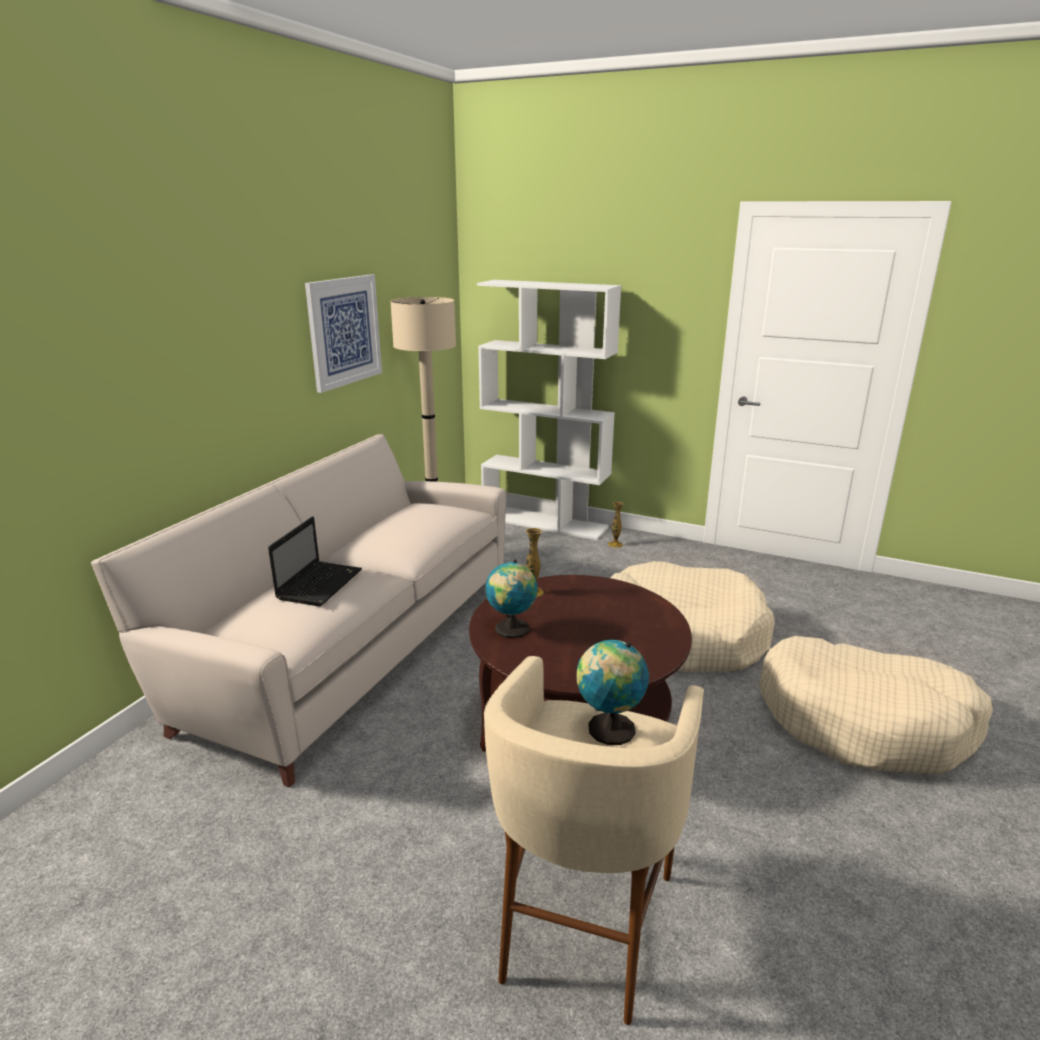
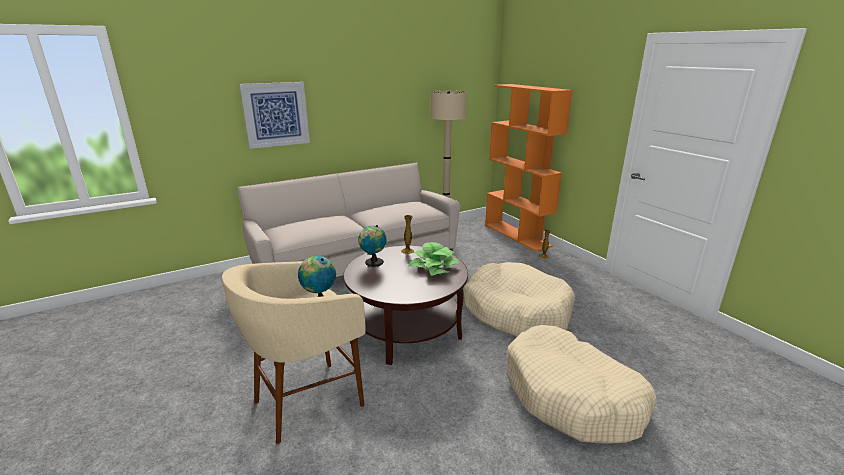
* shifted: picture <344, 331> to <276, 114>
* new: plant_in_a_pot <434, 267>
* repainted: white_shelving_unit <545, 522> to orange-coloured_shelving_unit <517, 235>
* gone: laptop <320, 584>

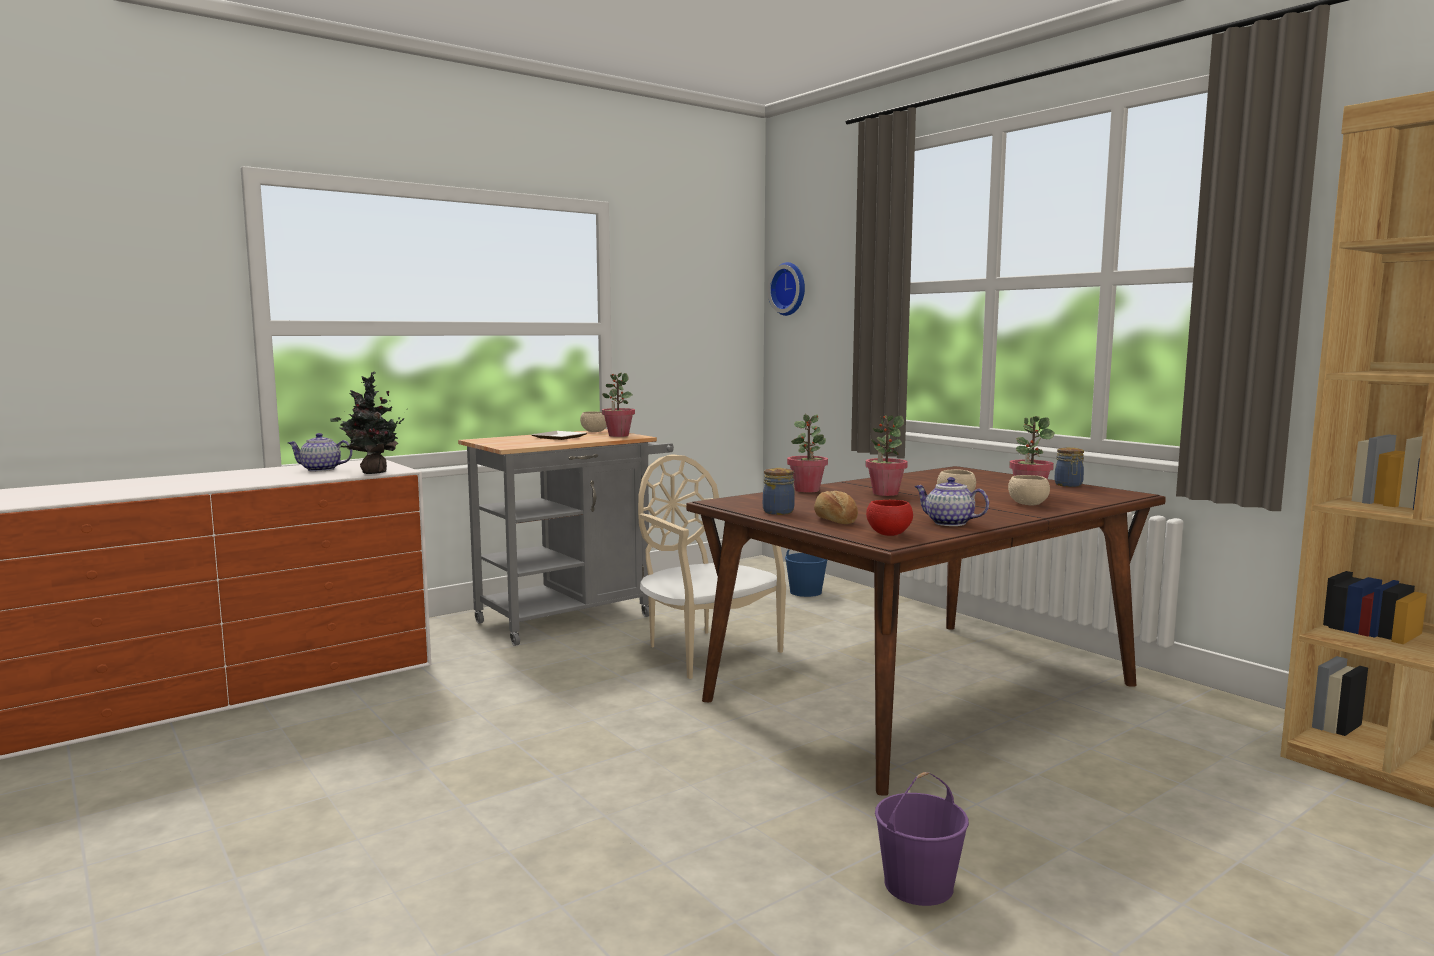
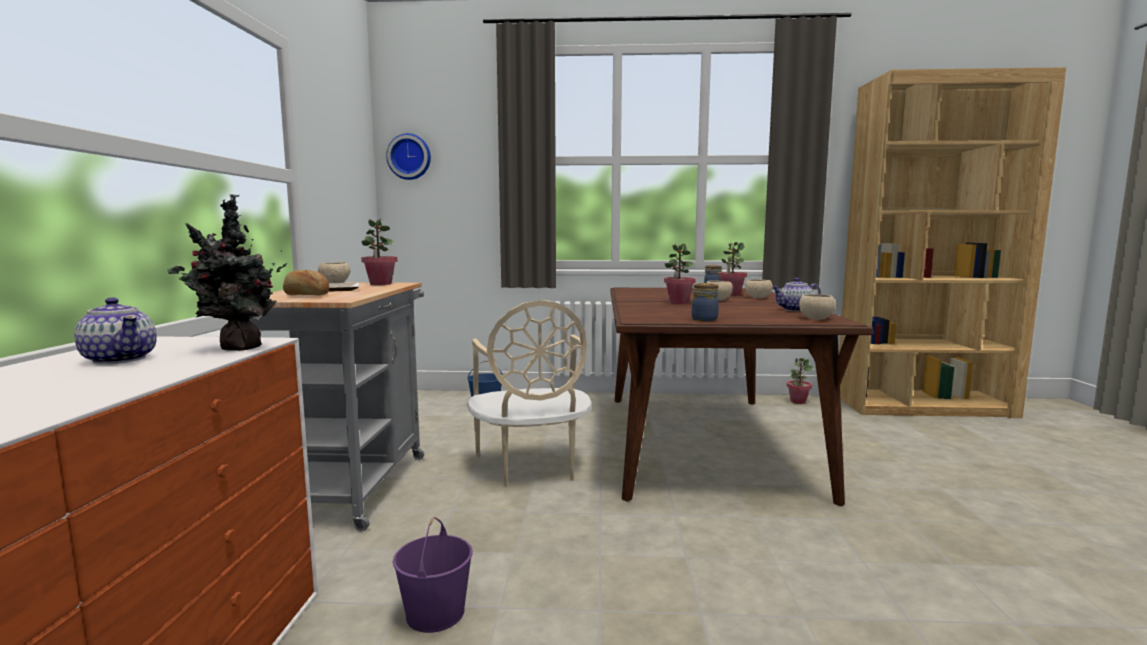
* rotated: pot_for_tea <321, 469> = <120, 359> 90 degrees counterclockwise
* shifted: baked_bread <835, 521> to <306, 295>
* shifted: purplish_pail <918, 885> to <435, 614>
* rotated: beige_chair <706, 650> = <531, 466> 105 degrees counterclockwise
* shifted: plant_in_a_pot <807, 490> to <798, 401>
* repainted: red-coloured_deep_dish <889, 534> to beige_deep_dish <816, 319>

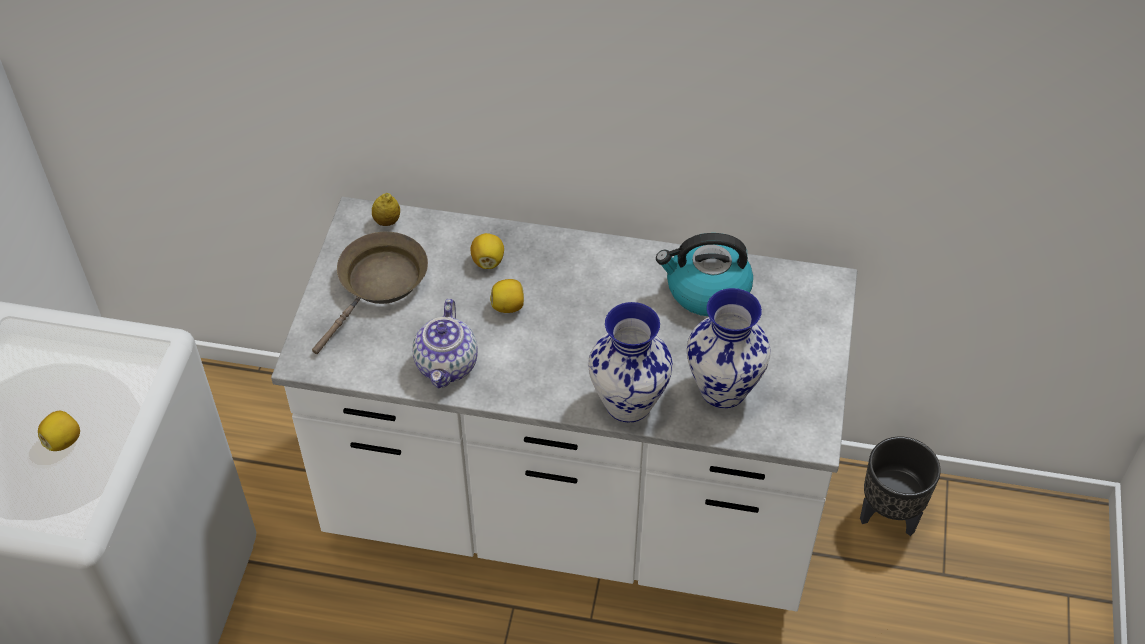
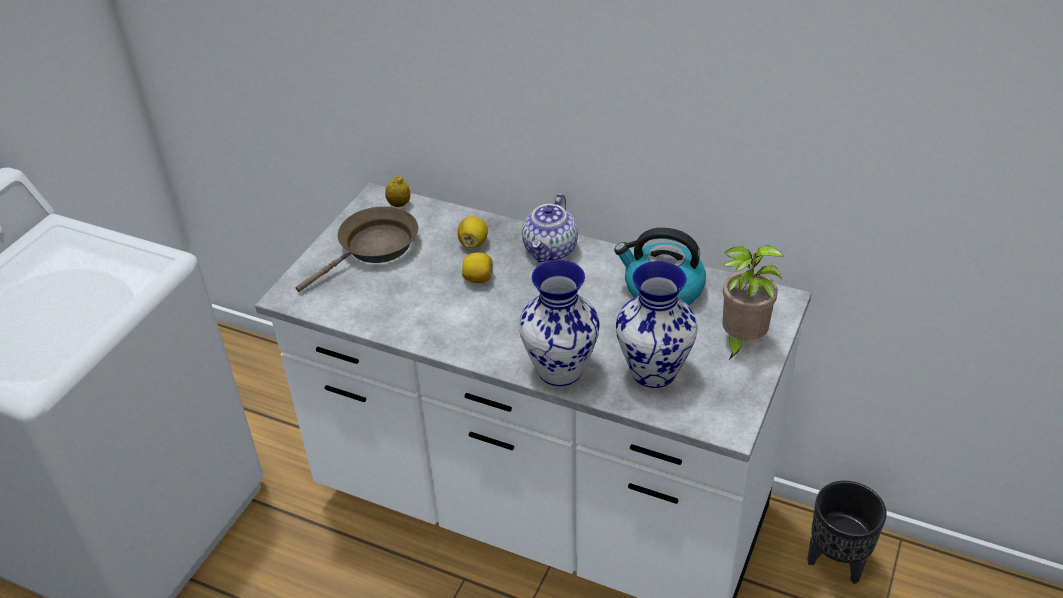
* shifted: pot_for_tea <447, 365> to <551, 250>
* new: plant_in_a_pot <741, 341>
* gone: whole_lemon <64, 440>

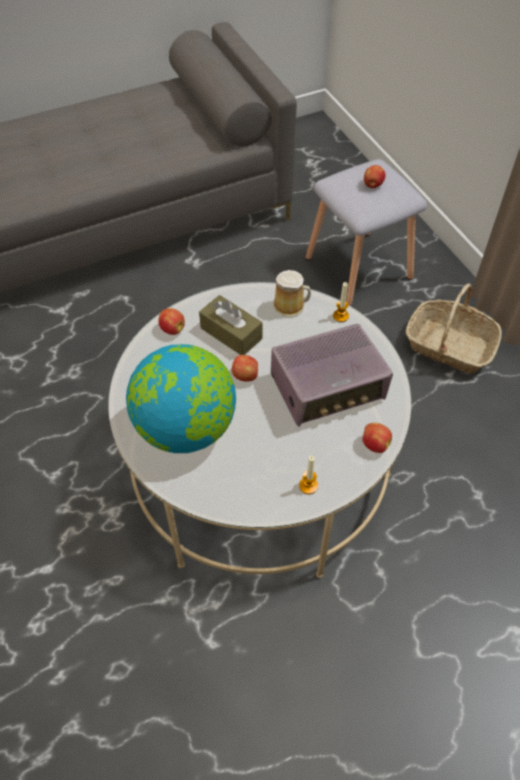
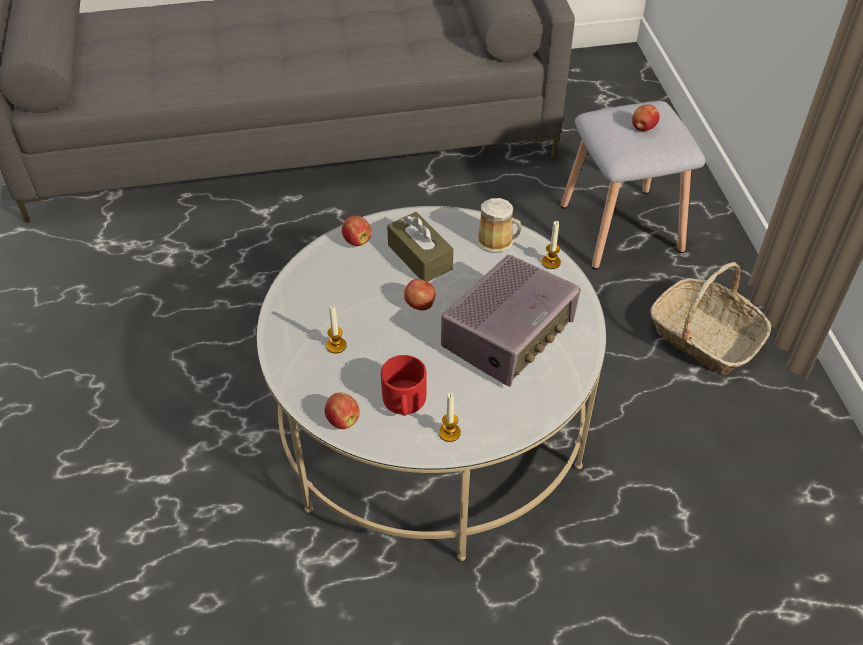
* shifted: whole_apple <374, 444> to <342, 419>
* swapped: world_globe <186, 429> to candle <336, 345>
* new: red-coloured_mug <404, 402>
* rotated: radio <328, 388> = <509, 335> 45 degrees counterclockwise

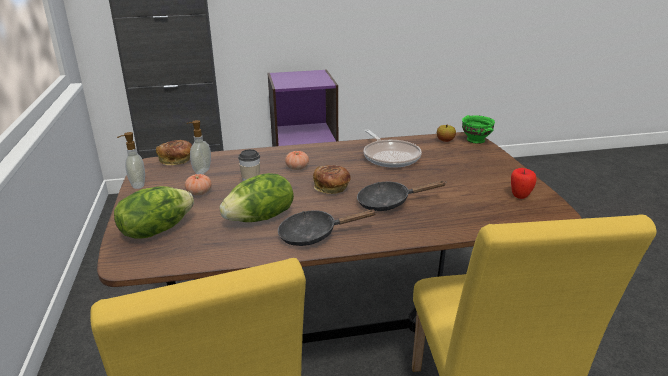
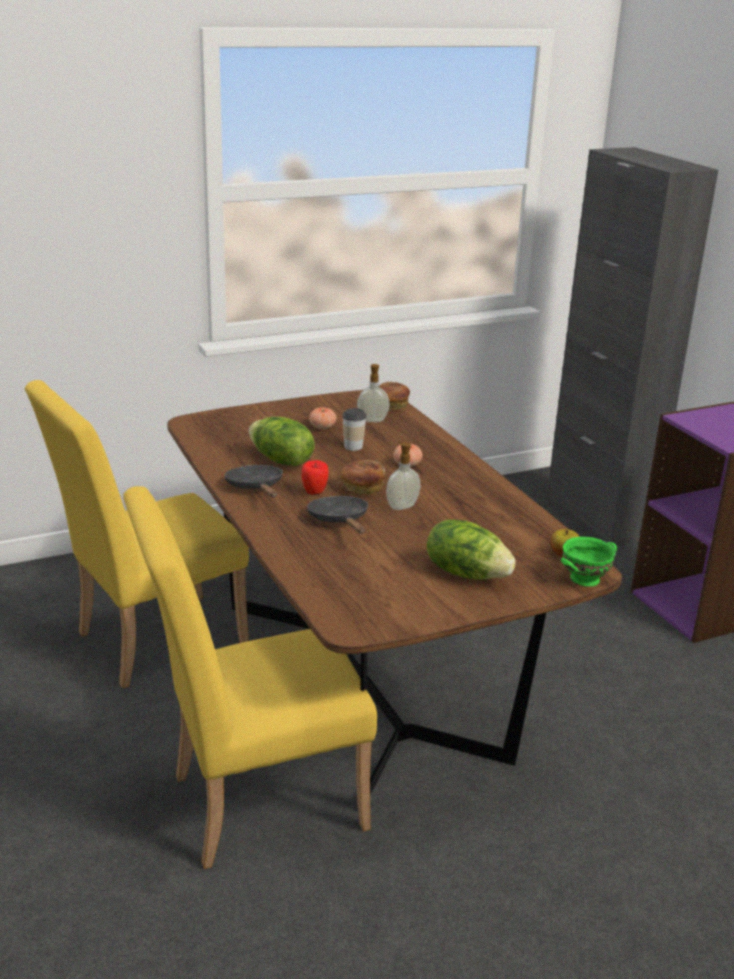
* shifted: whole_apple <520, 196> to <314, 492>
* shifted: soap_bottle <137, 185> to <401, 506>
* shifted: lettuce_head <156, 230> to <466, 573>
* gone: skillet <390, 156>

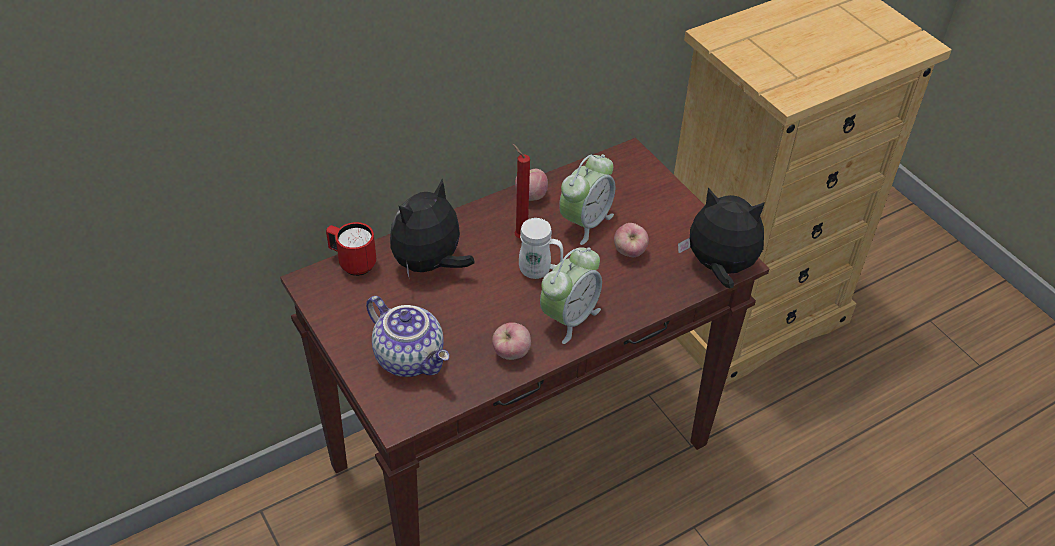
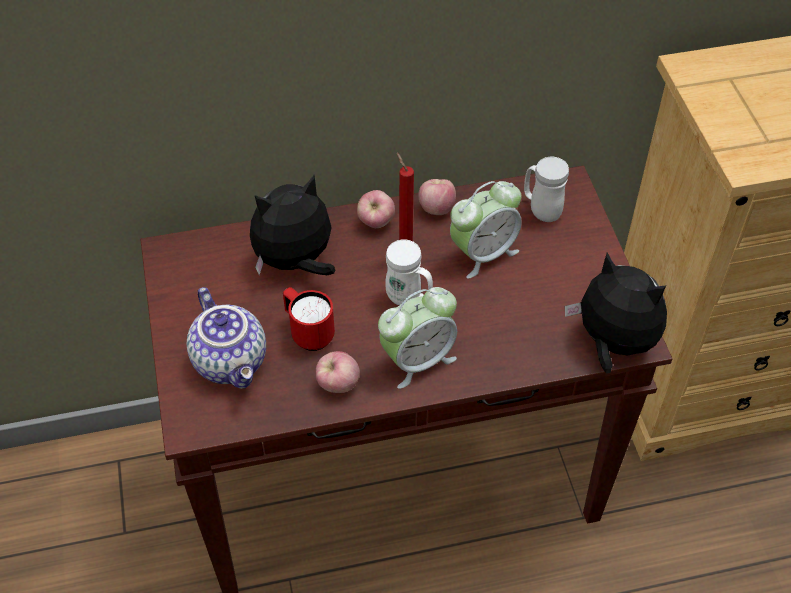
* shifted: red-coloured_mug <352, 263> to <308, 333>
* shifted: whole_apple <629, 253> to <376, 222>
* new: white_mug <541, 209>

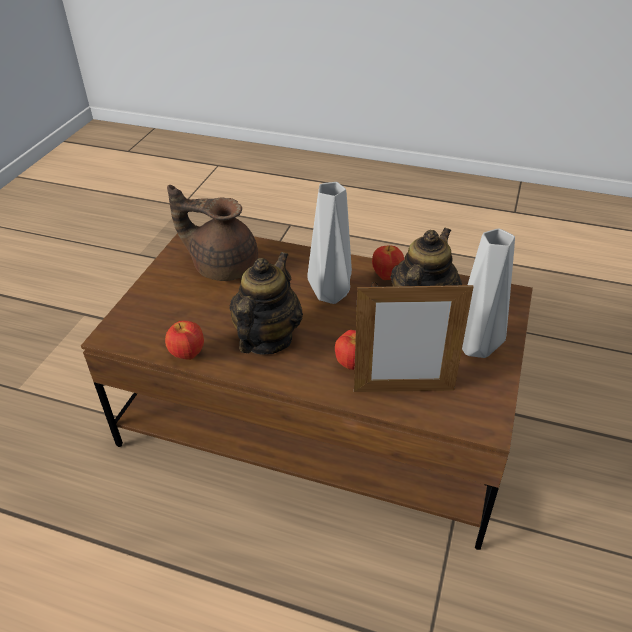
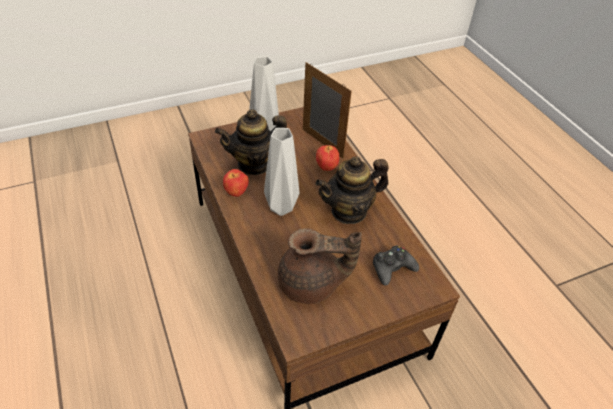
* rotated: brown_pot_for_tea <223, 265> = <311, 284> 60 degrees counterclockwise
* new: black-coloured_game_controller <392, 268>
* gone: whole_apple <187, 355>

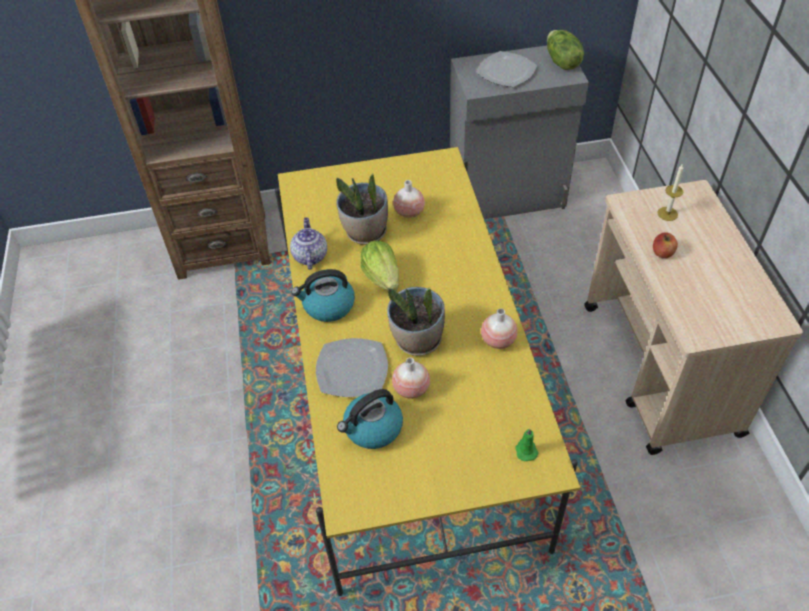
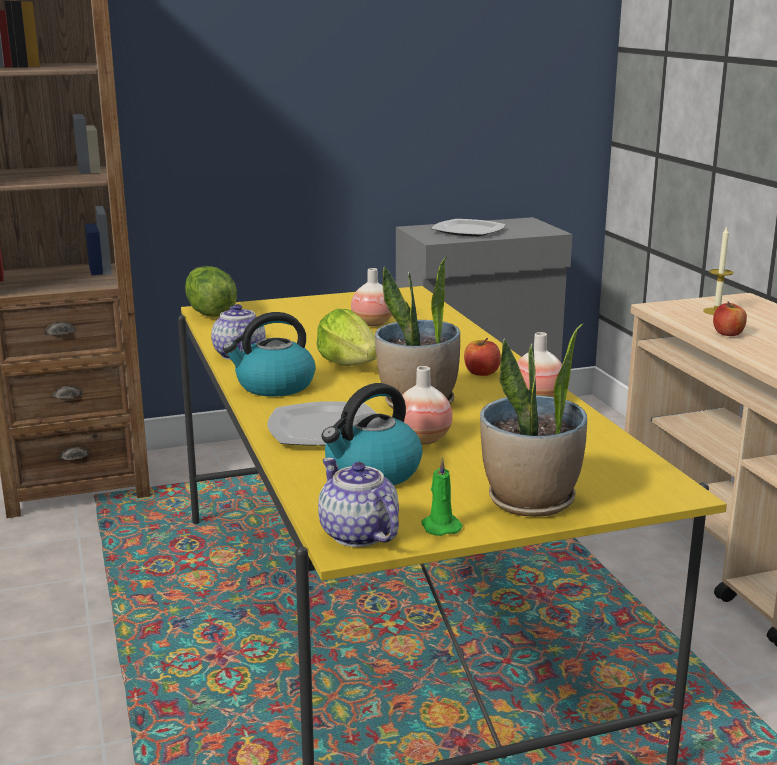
* shifted: lettuce_head <561, 62> to <209, 313>
* new: pot_for_tea <358, 535>
* shifted: greenish_candle <525, 450> to <440, 526>
* new: whole_apple <481, 373>
* shifted: plant_in_a_pot <365, 233> to <530, 501>

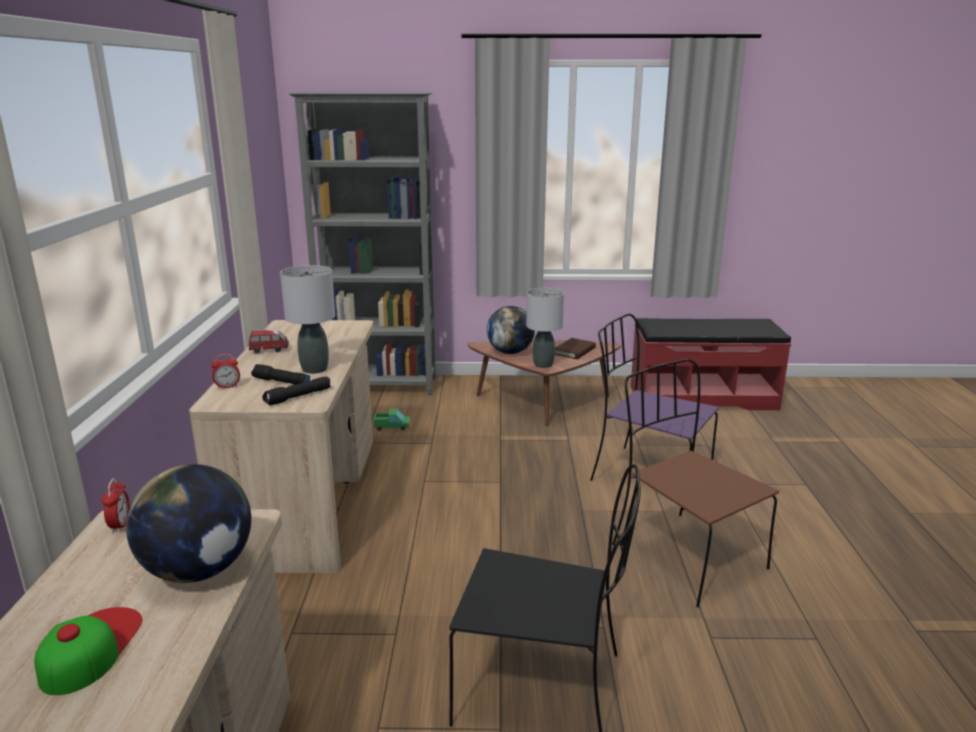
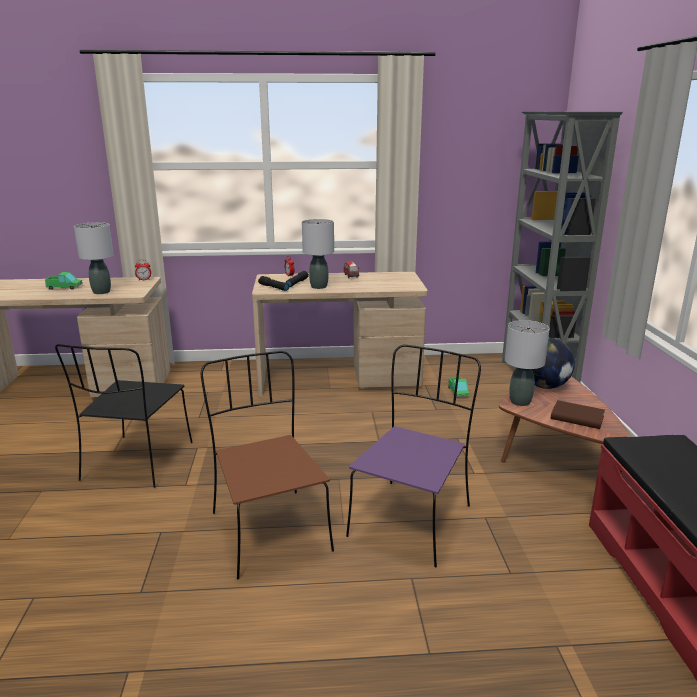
* swapped: baseball_cap <90, 648> to model_truck <64, 287>
* swapped: world_globe <199, 570> to grey_table_lamp <101, 292>
* rotated: brown_chair <685, 555> = <269, 530> 75 degrees counterclockwise

